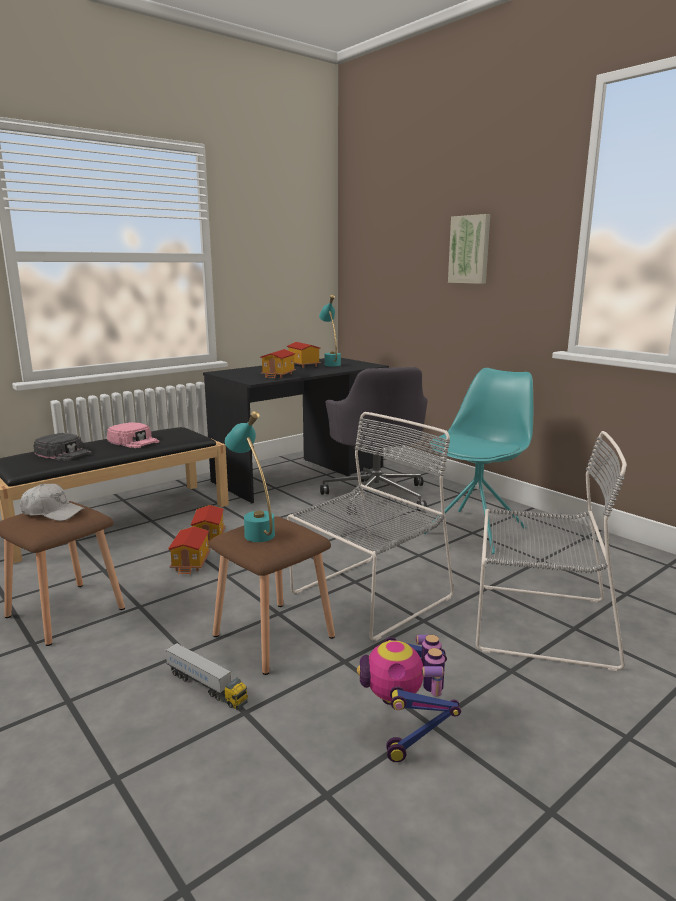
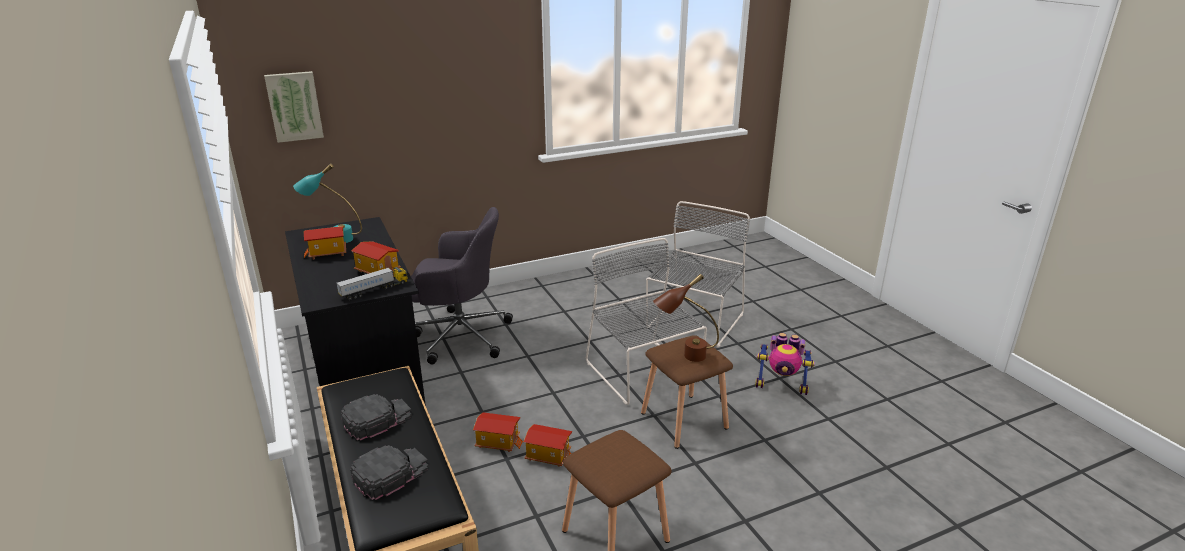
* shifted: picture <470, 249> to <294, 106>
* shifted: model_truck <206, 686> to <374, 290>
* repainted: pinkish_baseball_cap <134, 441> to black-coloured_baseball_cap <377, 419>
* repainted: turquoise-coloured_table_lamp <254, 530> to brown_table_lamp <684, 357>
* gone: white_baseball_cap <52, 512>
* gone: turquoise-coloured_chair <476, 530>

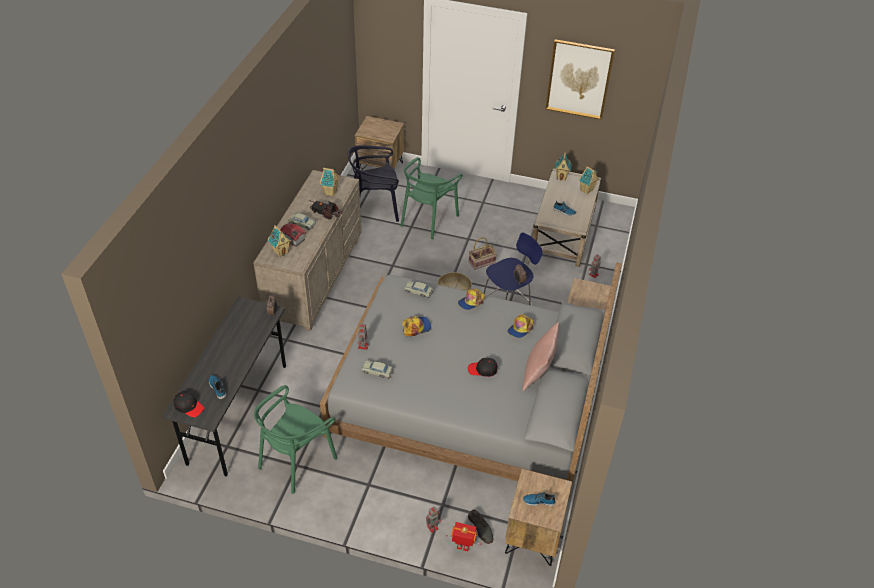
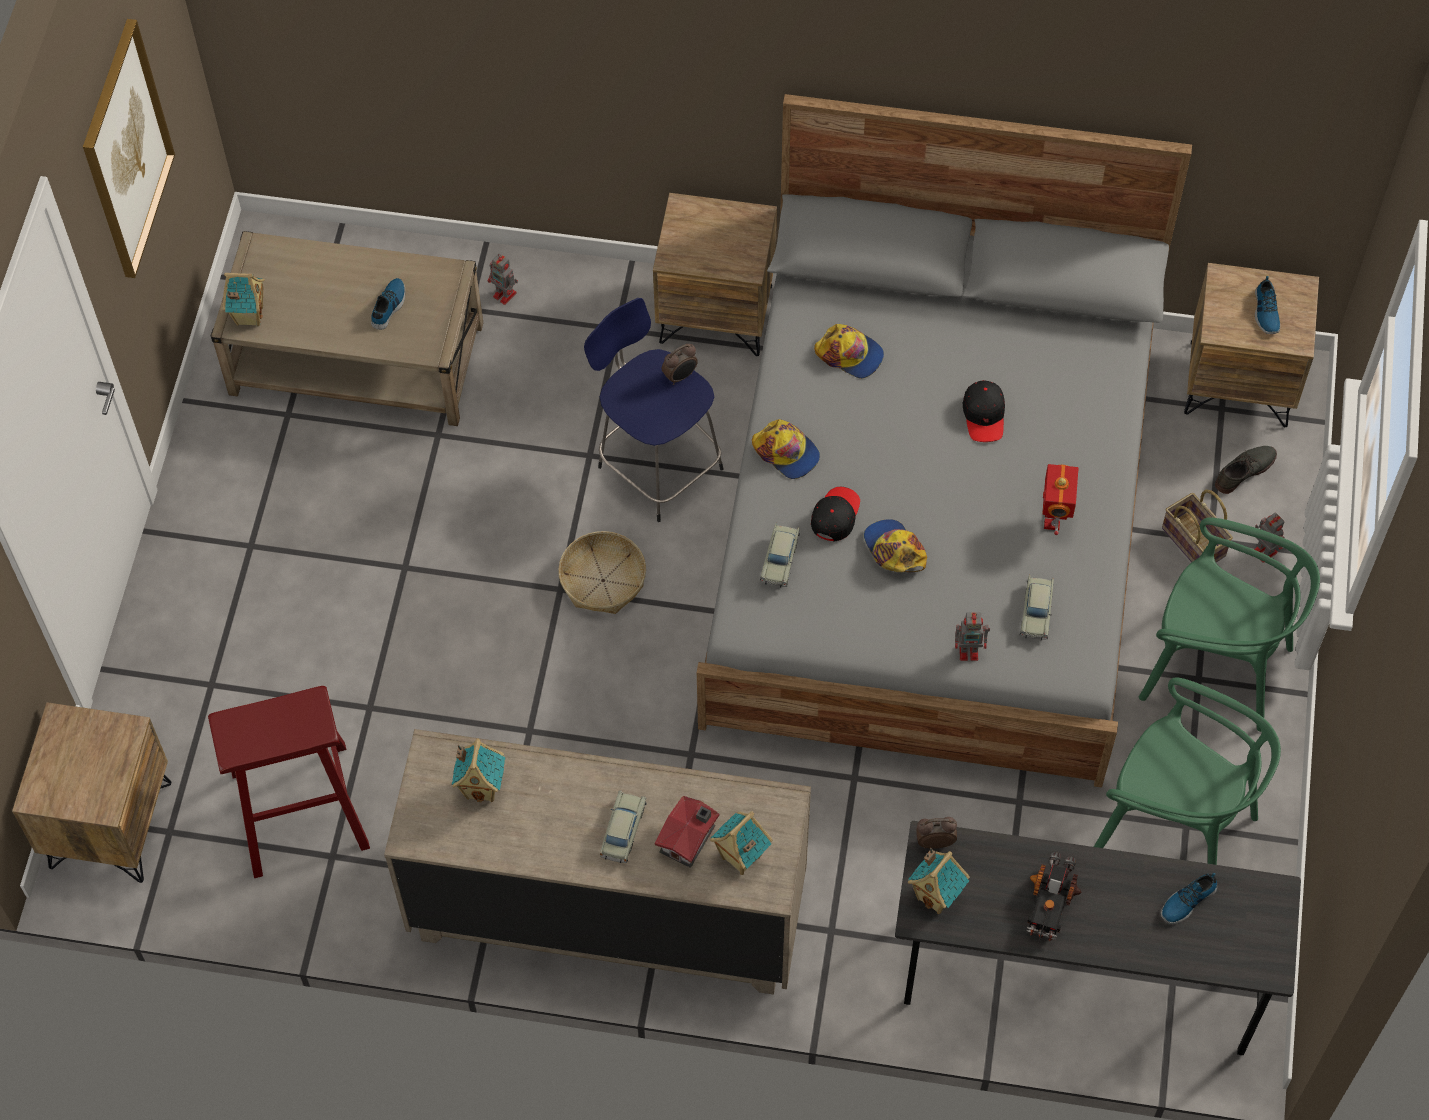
* swapped: black-coloured_chair <375, 208> to red-coloured_stool <299, 809>
* shifted: black-coloured_baseball_cap <189, 406> to <835, 516>
* shifted: model_house <587, 190> to <937, 896>
* shifted: model_truck <326, 213> to <1049, 903>
* shifted: robot_figure <462, 547> to <1054, 519>
* shifted: greenish_chair <428, 219> to <1215, 667>
* shifted: household_basket <481, 263> to <1195, 542>
* gone: pinkish_cushion <538, 373>

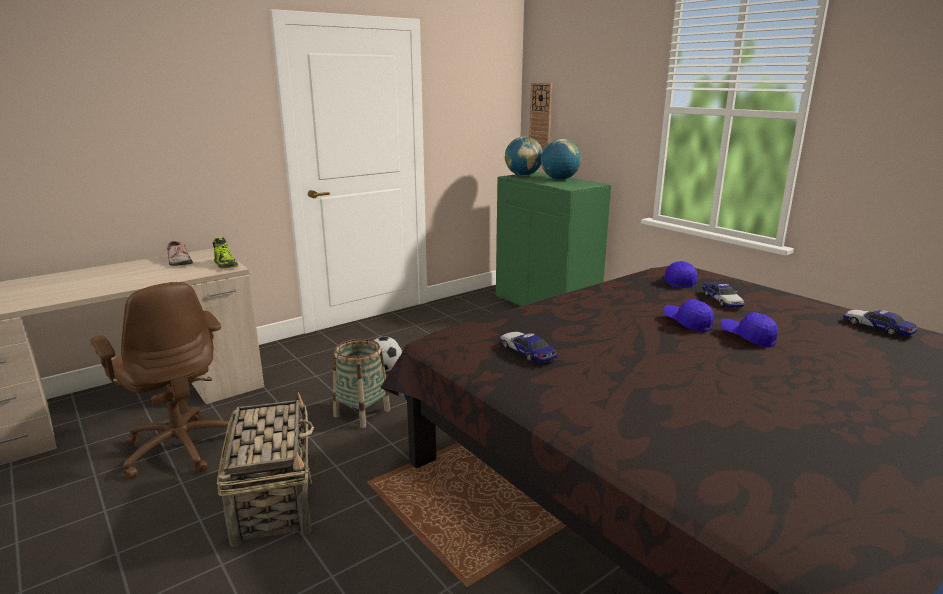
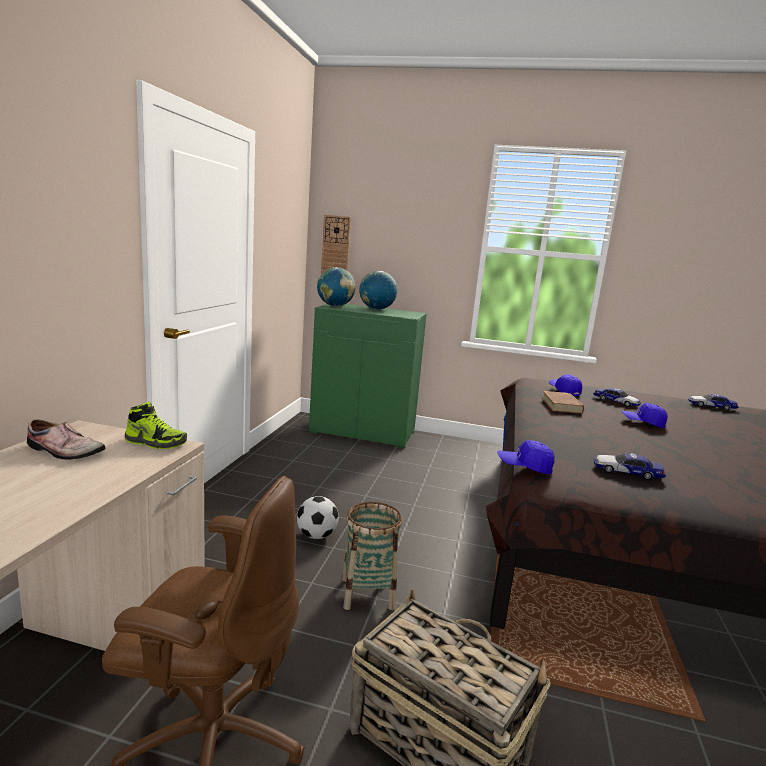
* shifted: blue-coloured_baseball_cap <747, 338> to <524, 467>
* new: brown_book <561, 405>

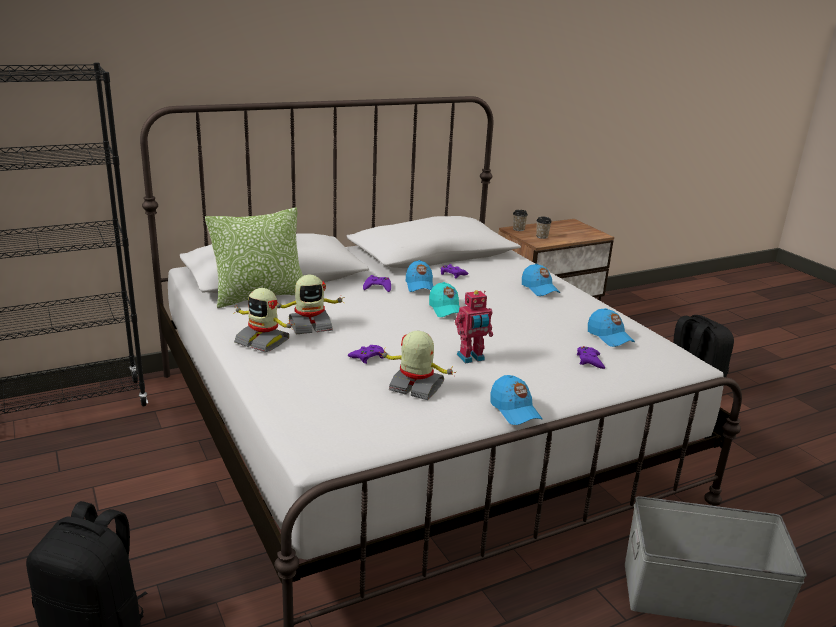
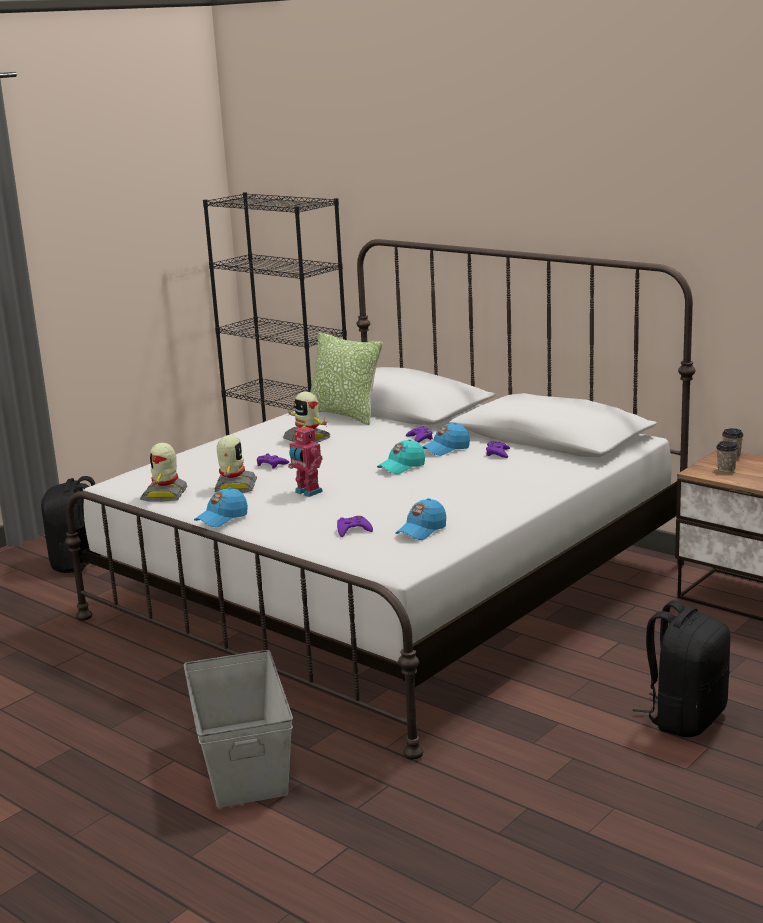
* shifted: robot_figure <263, 341> to <165, 495>
* gone: blue-coloured_baseball_cap <539, 289>

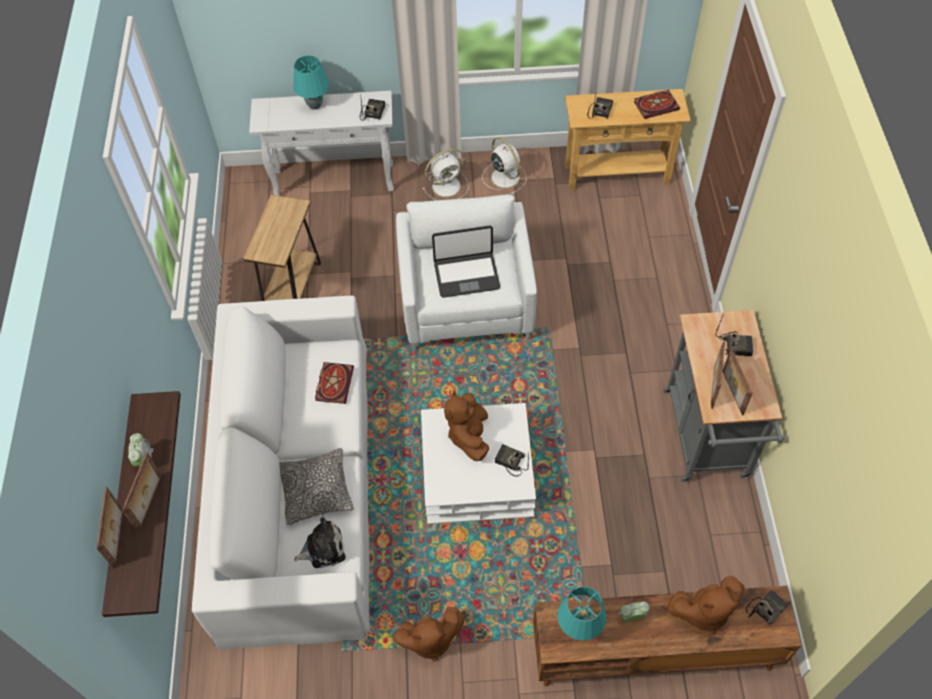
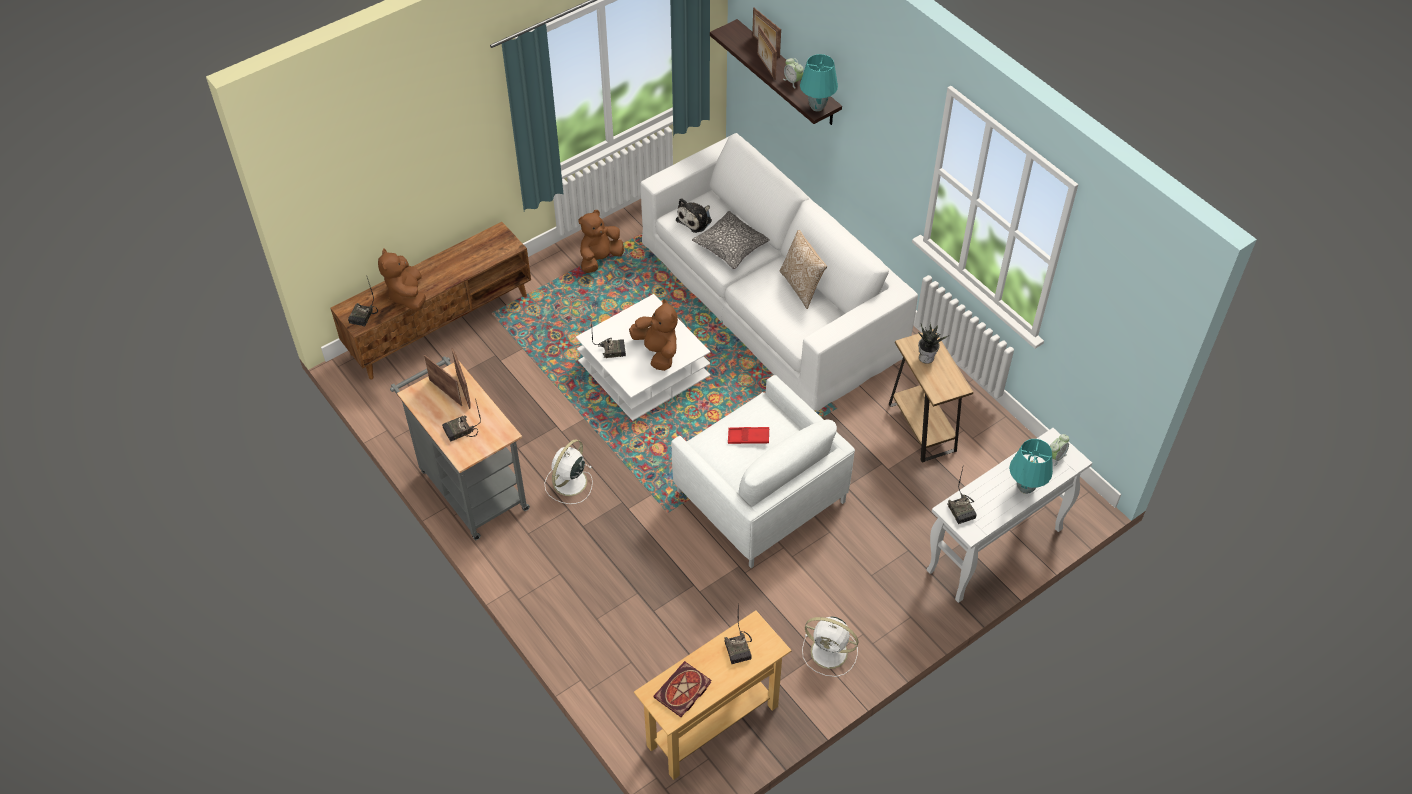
* rotated: brown_plush_toy <703, 611> = <407, 295> 60 degrees counterclockwise
* shifted: white_electric_fan <447, 185> to <569, 483>
* swapped: laptop <466, 275> to red-coloured_tray <748, 437>
* new: cushion <801, 286>
* shifted: turquoise-coloured_table_lamp <578, 628> to <817, 107>
* new: plant_in_a_pot <926, 357>
* shifted: table_clock <631, 616> to <1055, 457>
* gone: book <334, 383>

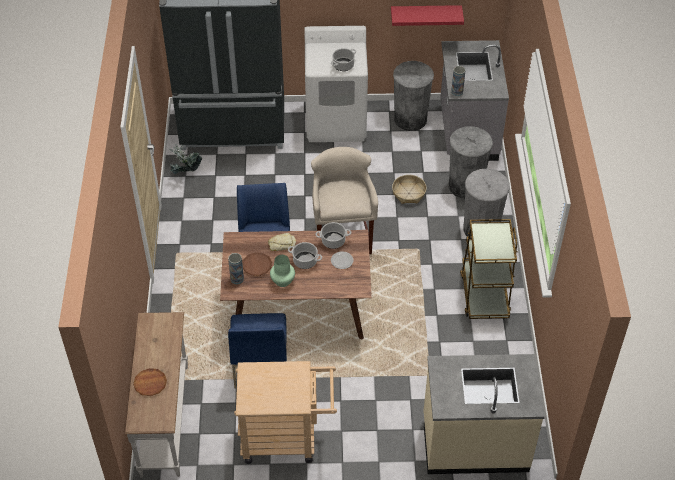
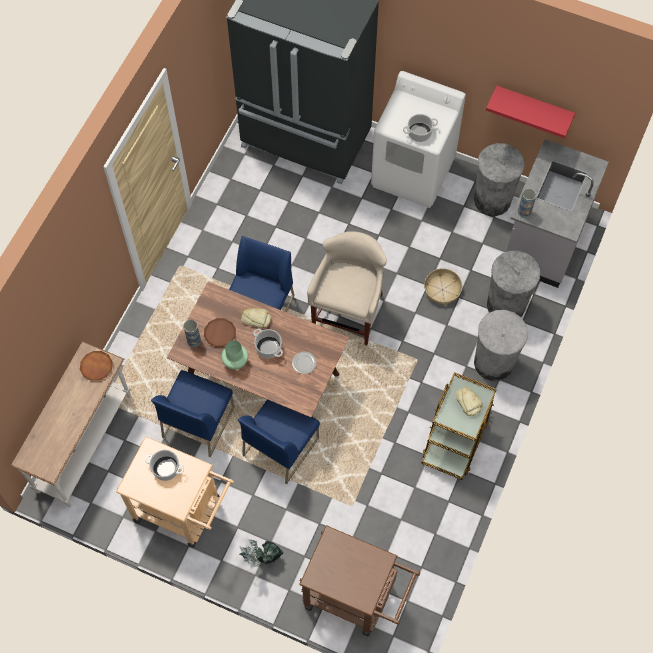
* shifted: brown_plate <150, 383> to <96, 366>
* shifted: stockpot <333, 241> to <166, 468>
* new: blue-coloured_chair <280, 446>
* shifted: plant_in_a_pot <186, 173> to <260, 559>
* swapped: beige_kitchen_base_unit <475, 443> to brown_trolley <355, 598>
* new: baked_bread <468, 402>

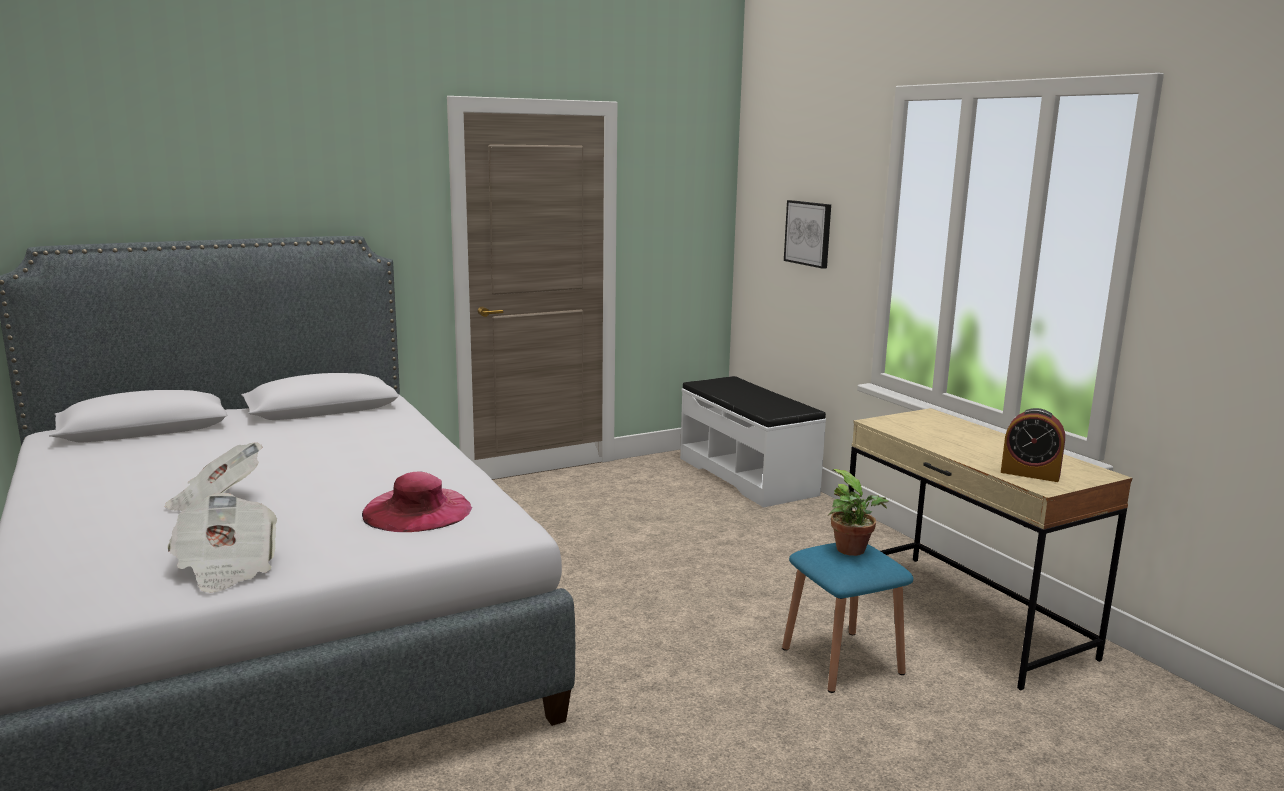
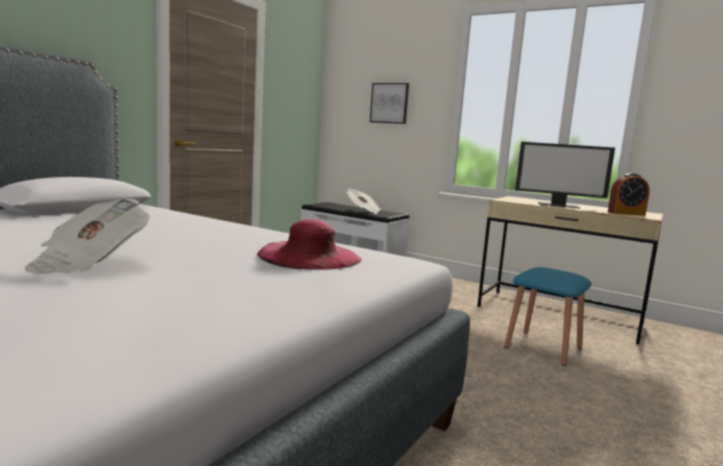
* shifted: printed_paper <226, 568> to <363, 211>
* new: computer_display <559, 205>
* gone: plant_in_a_pot <854, 551>

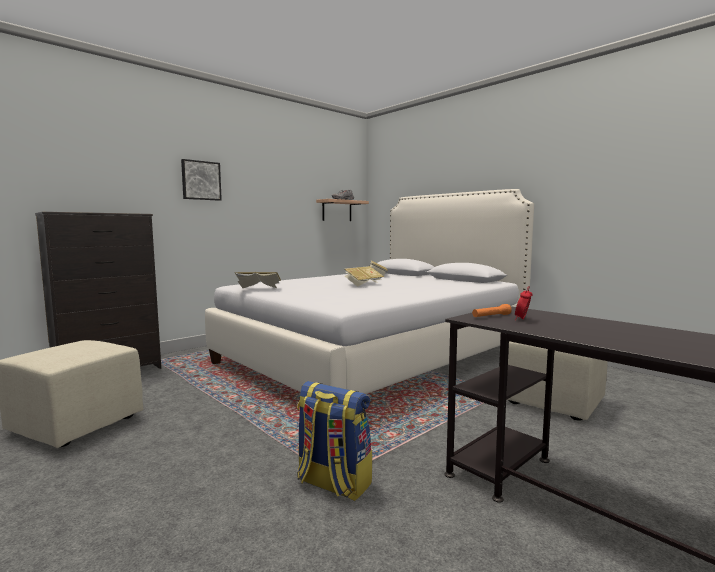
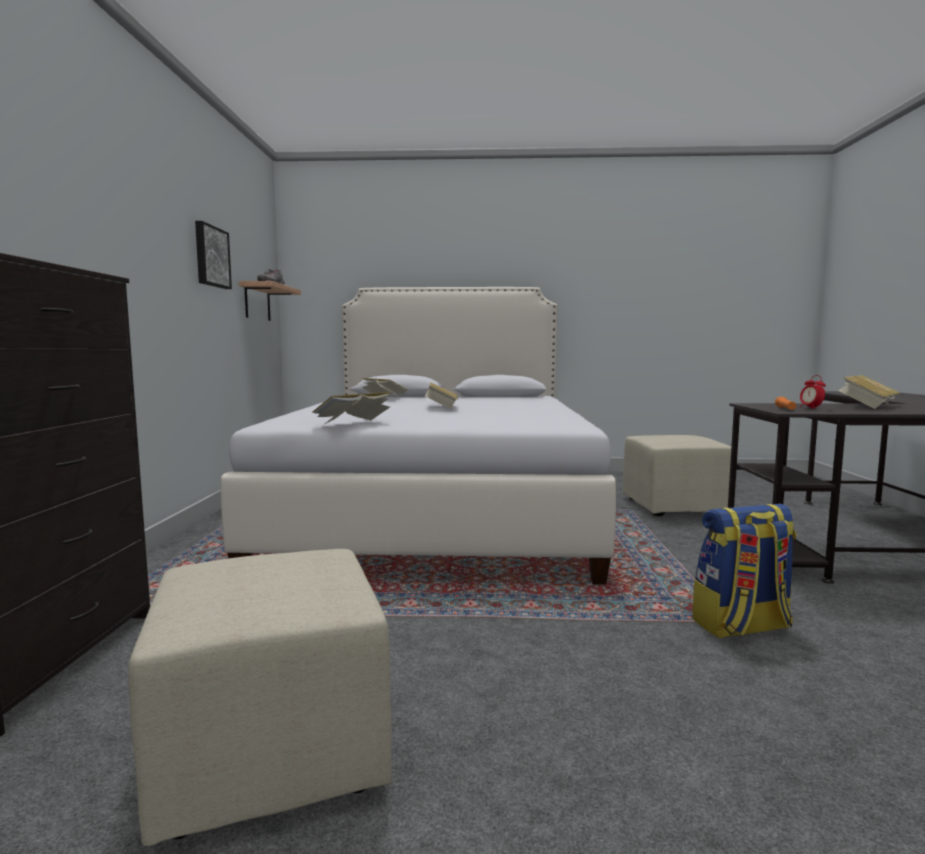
* shifted: picture <201, 180> to <211, 256>
* new: book <867, 406>

